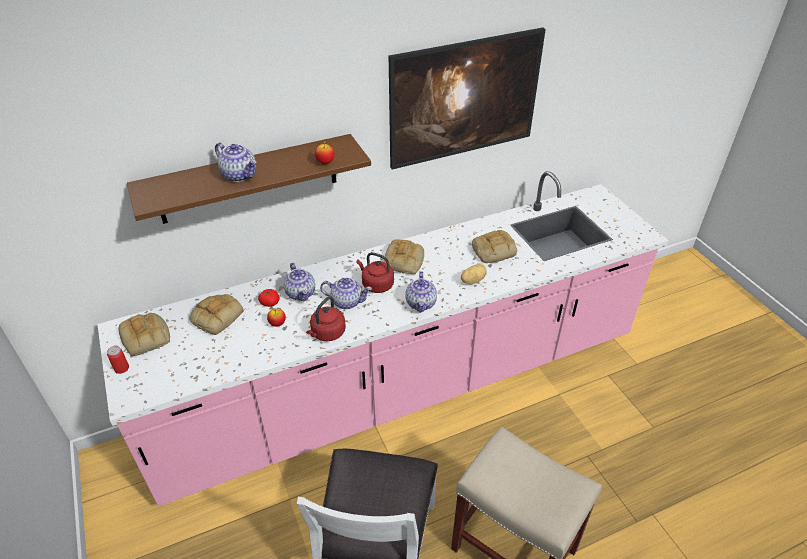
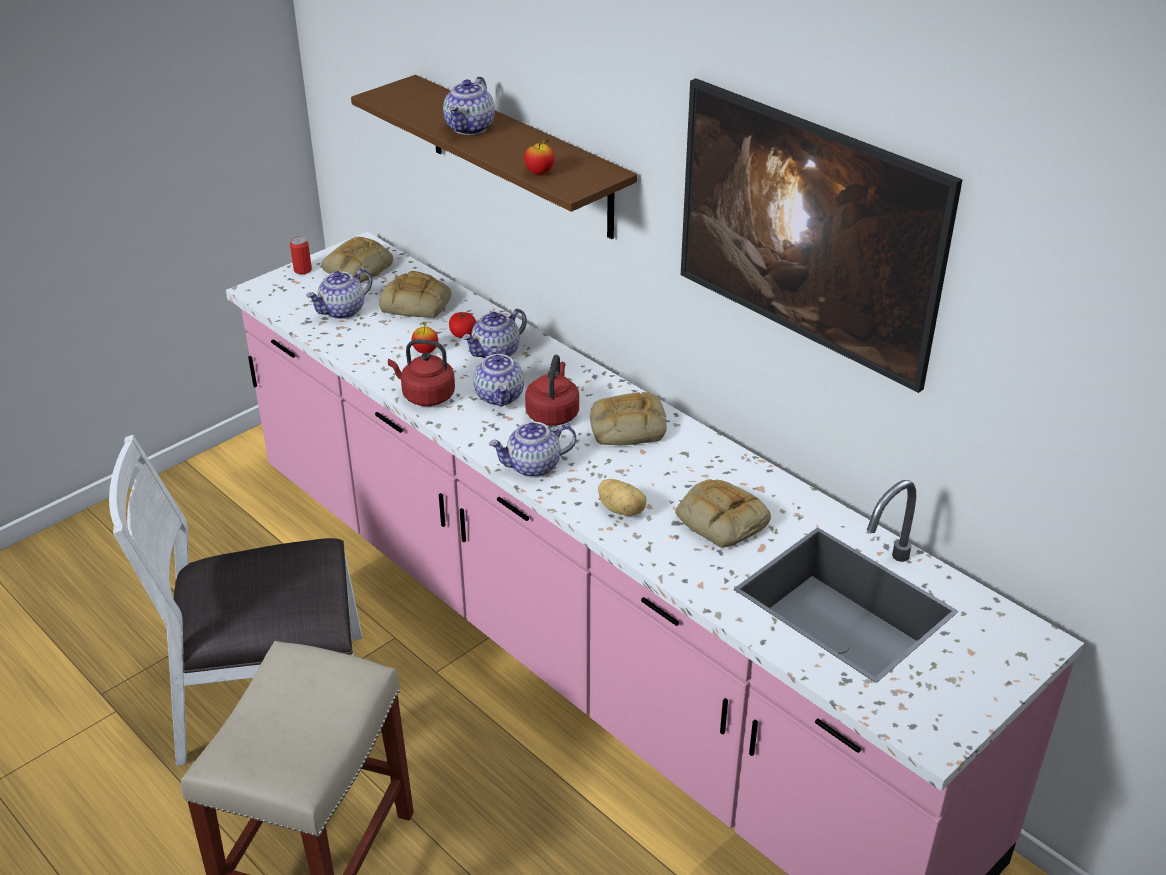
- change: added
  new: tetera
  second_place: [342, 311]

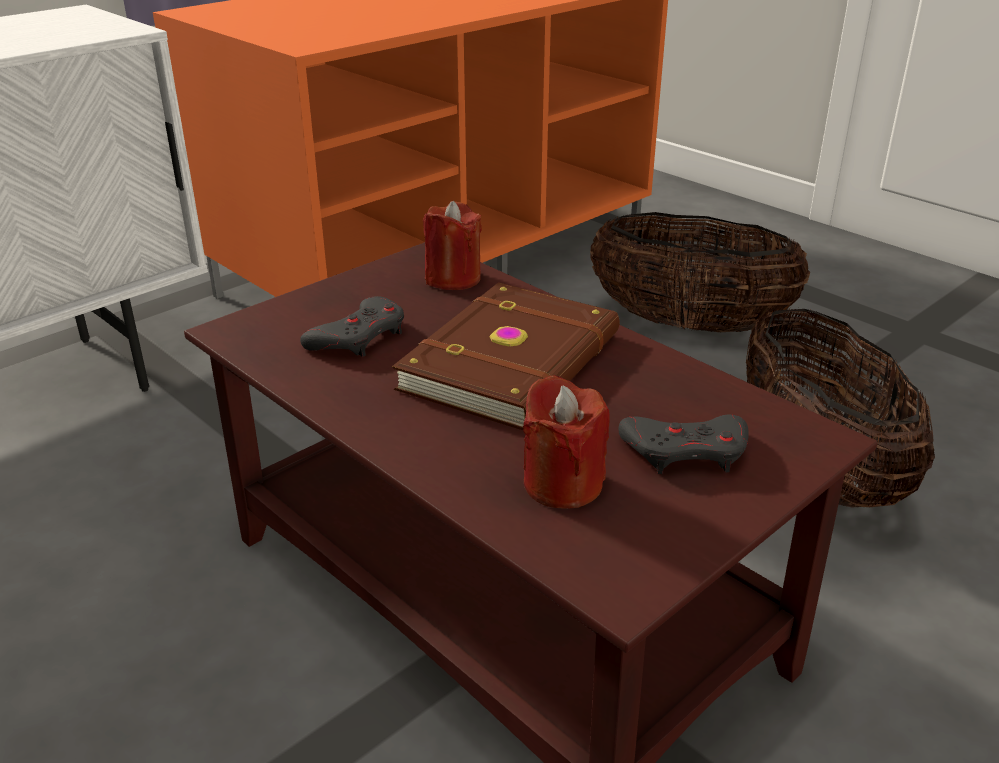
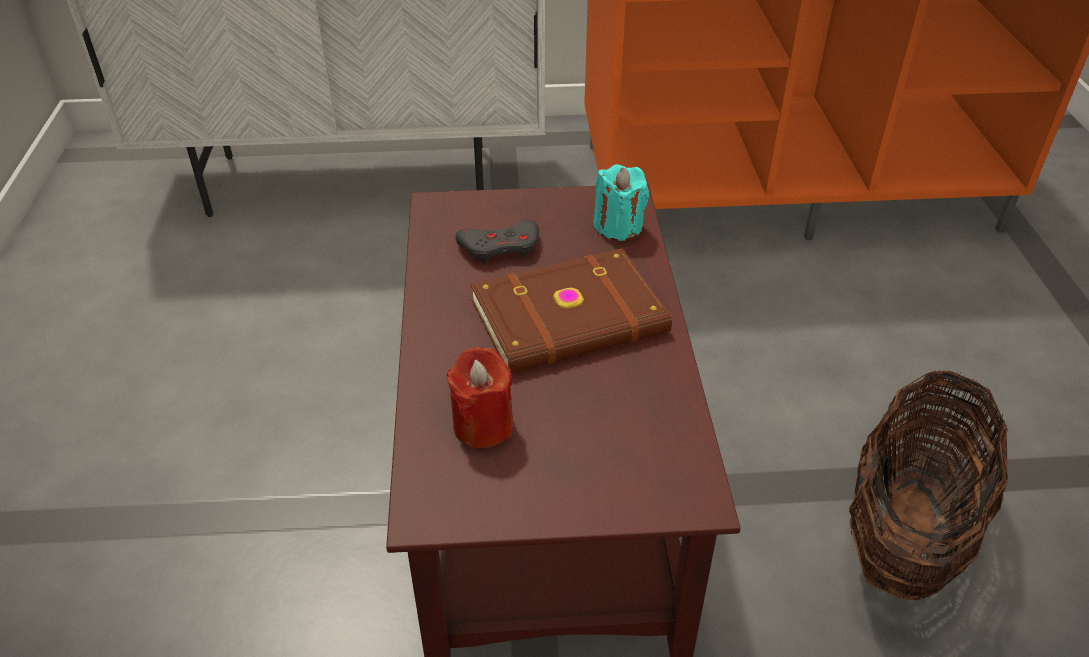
- change: recoloured
  old: vela [rojo]
  new: vela [turquesa]
  first_place: [453, 278]
  second_place: [618, 227]
- change: removed
  old: cesta
  first_place: [689, 325]
- change: removed
  old: mando de consola [gris]
  first_place: [686, 451]

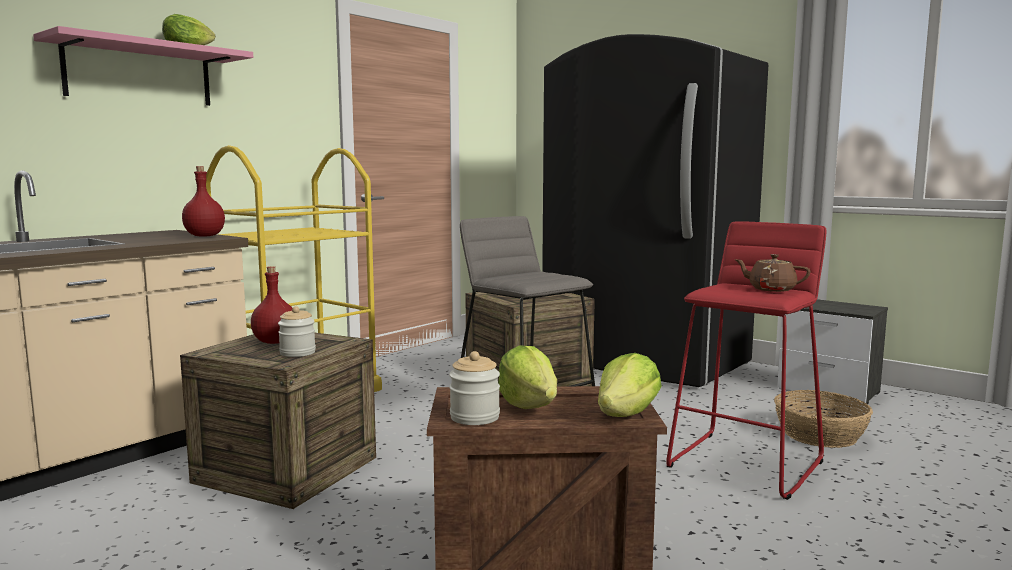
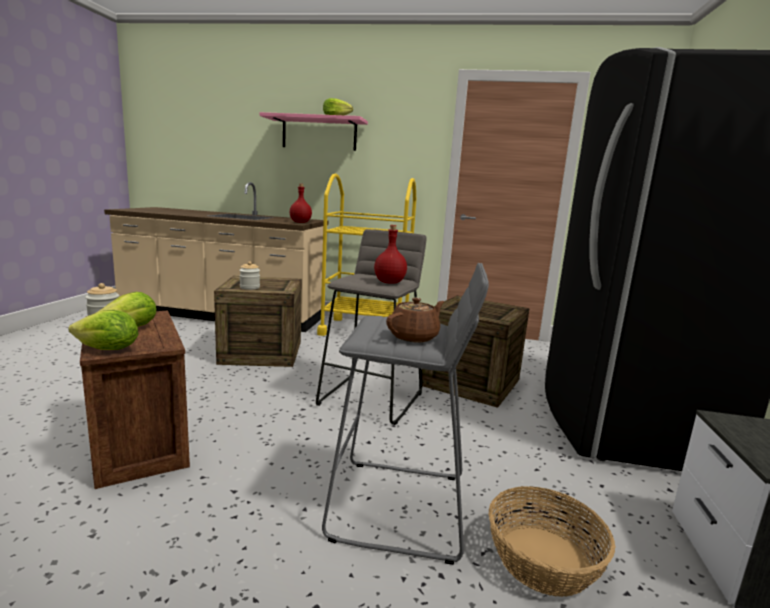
- change: recoloured
  old: taburete [rojo]
  new: taburete [gris]
  first_place: [746, 464]
  second_place: [399, 507]
- change: turned
  old: tetera [marrón]
  first_place: [771, 289]
  second_place: [414, 337]
  degrees: 45
- change: moved
  old: botella [rojo]
  first_place: [275, 342]
  second_place: [389, 282]

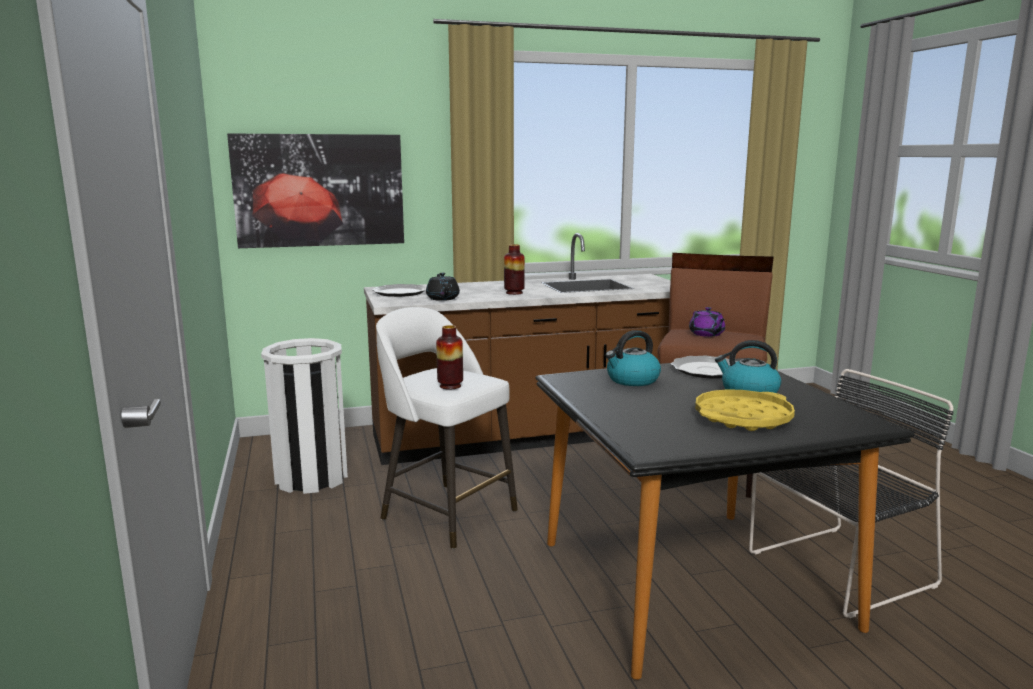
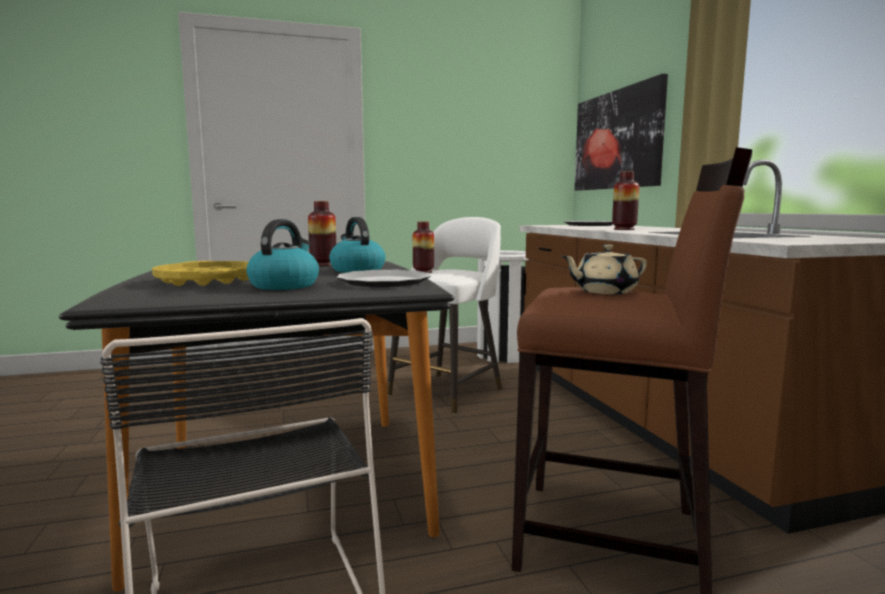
- change: removed
  old: tetera [negro]
  first_place: [442, 298]
- change: recoloured
  old: tetera [morado]
  new: tetera [beis]
  first_place: [706, 334]
  second_place: [604, 291]
- change: added
  new: florero
  second_place: [323, 265]

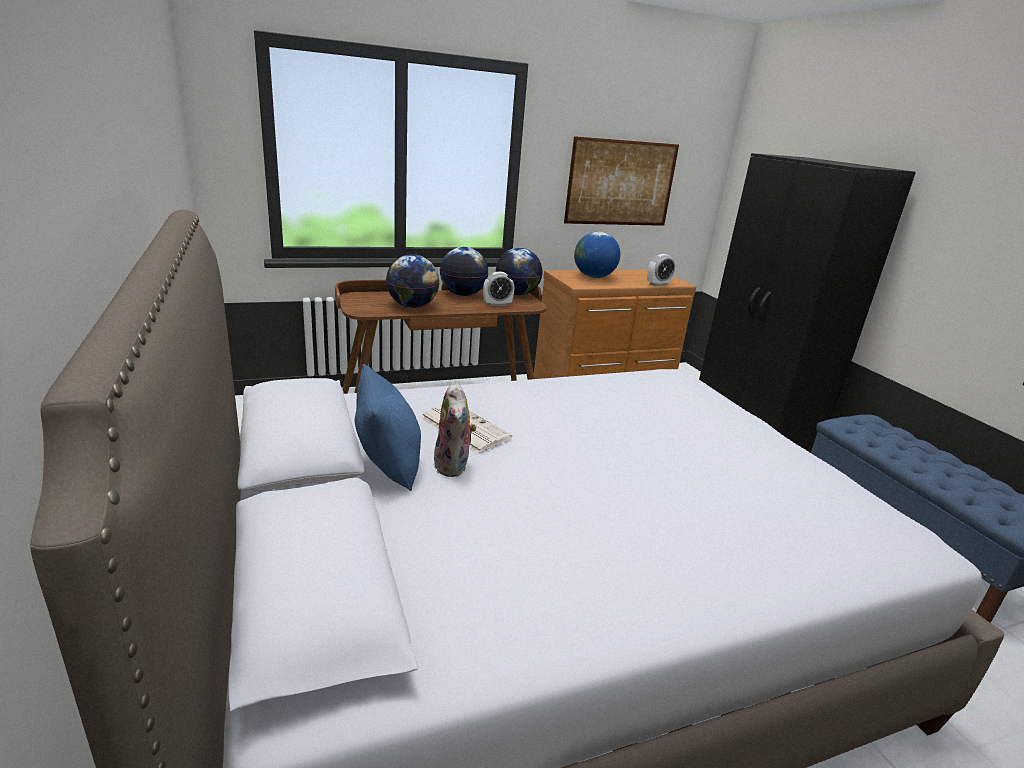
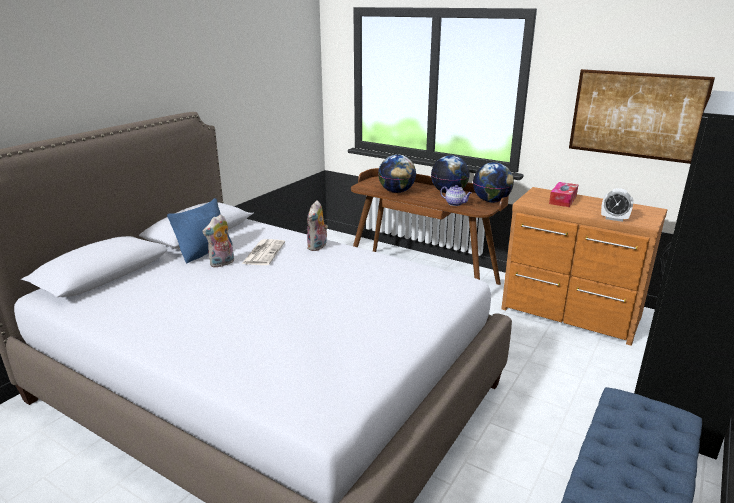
- change: replaced
  old: globo terráqueo
  new: caja de pañuelos
  first_place: [593, 277]
  second_place: [563, 200]
- change: replaced
  old: despertador
  new: tetera
  first_place: [497, 304]
  second_place: [455, 204]
- change: added
  new: peluche
  second_place: [318, 247]

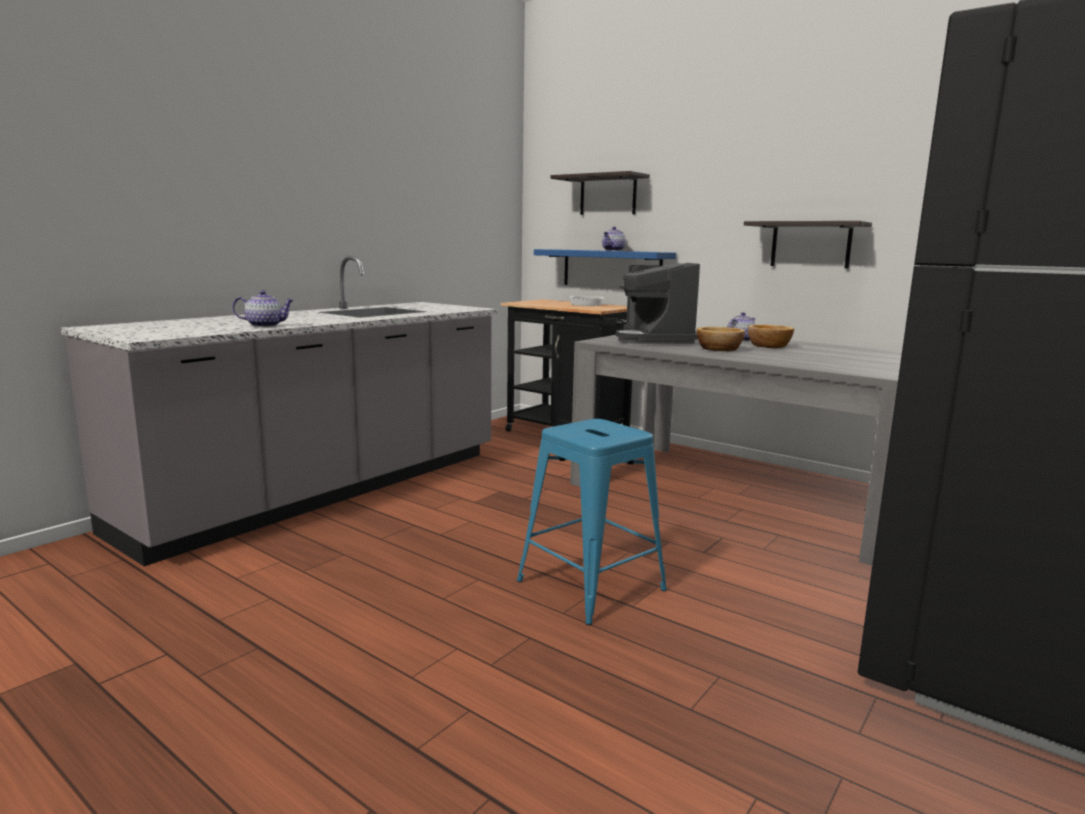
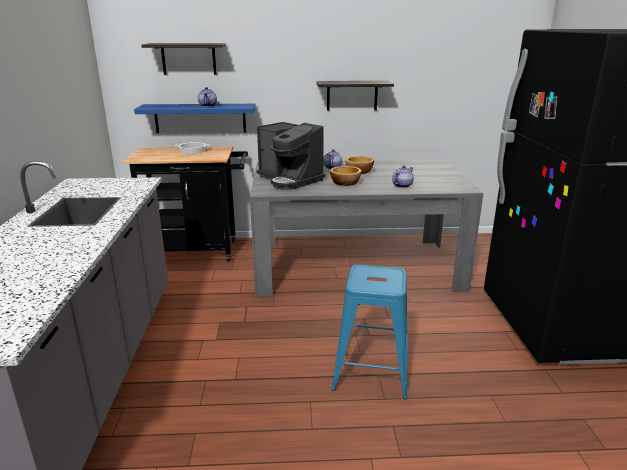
- change: moved
  old: tetera
  first_place: [265, 325]
  second_place: [401, 185]

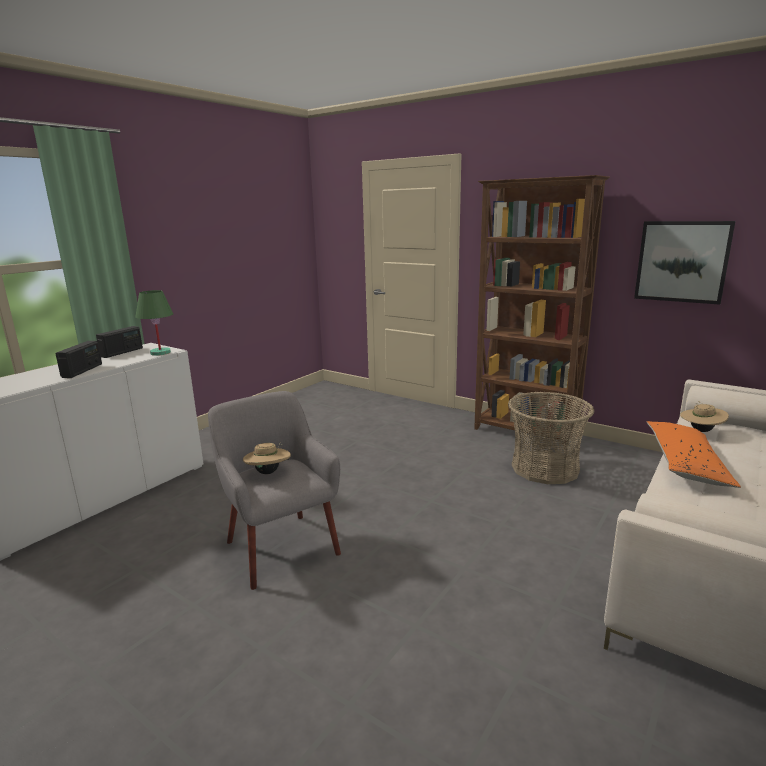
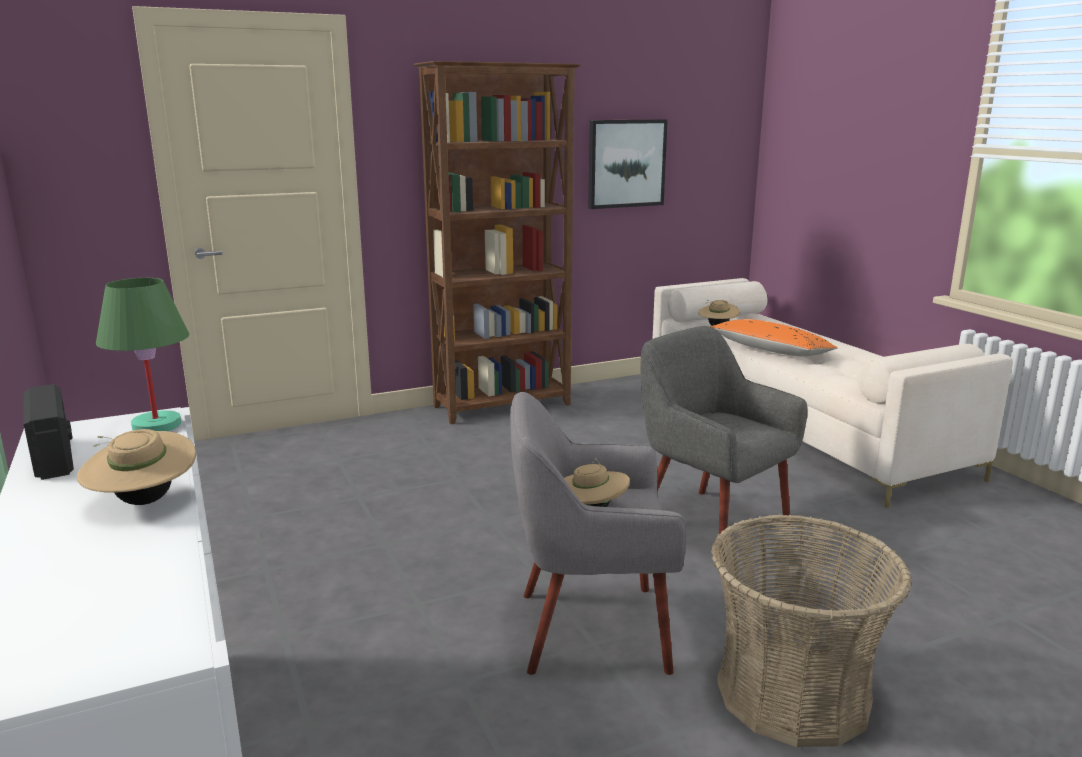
- change: replaced
  old: radio
  new: sombrero [beis]
  first_place: [82, 371]
  second_place: [143, 501]
- change: moved
  old: cesta
  first_place: [545, 468]
  second_place: [792, 693]
- change: added
  new: sillón [gris]
  second_place: [711, 524]

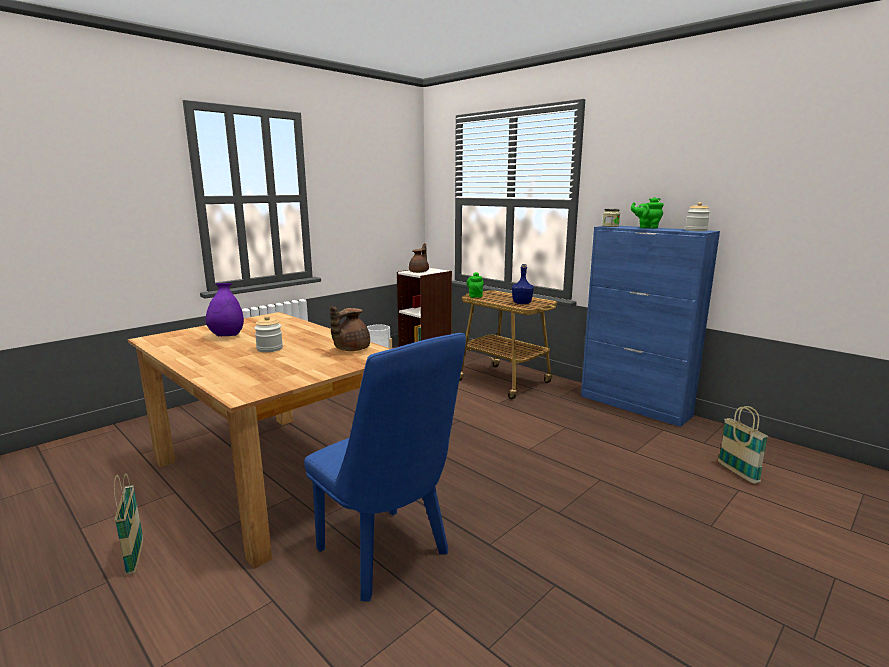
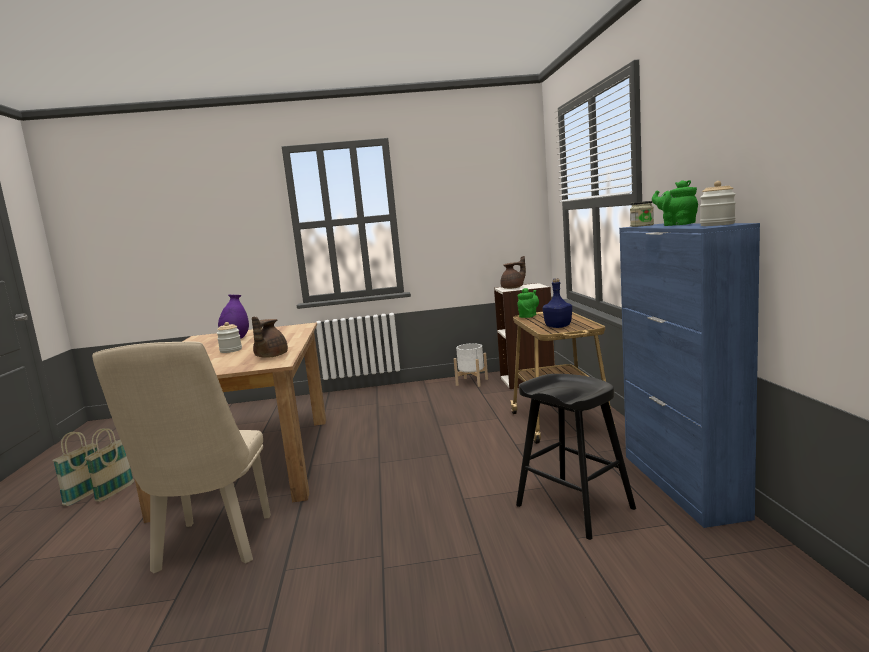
- change: turned
  old: tetera [marrón]
  first_place: [350, 349]
  second_place: [270, 356]
  degrees: -60
- change: recoloured
  old: silla [azul]
  new: silla [beis]
  first_place: [389, 557]
  second_place: [212, 548]
- change: moved
  old: cesta
  first_place: [737, 472]
  second_place: [85, 496]
- change: added
  new: taburete [negro]
  second_place: [574, 507]

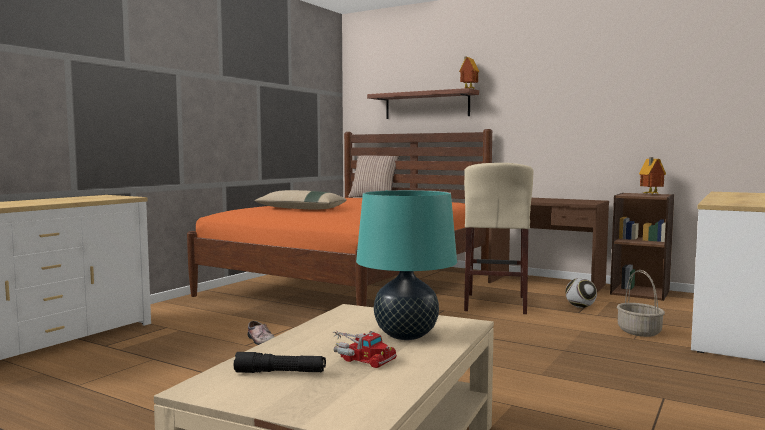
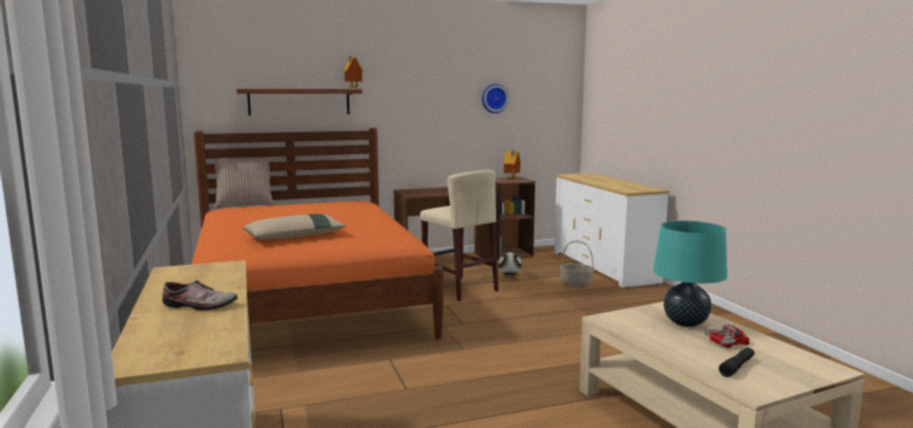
- change: moved
  old: zapato
  first_place: [260, 341]
  second_place: [199, 306]
- change: added
  new: reloj de pared
  second_place: [494, 98]

